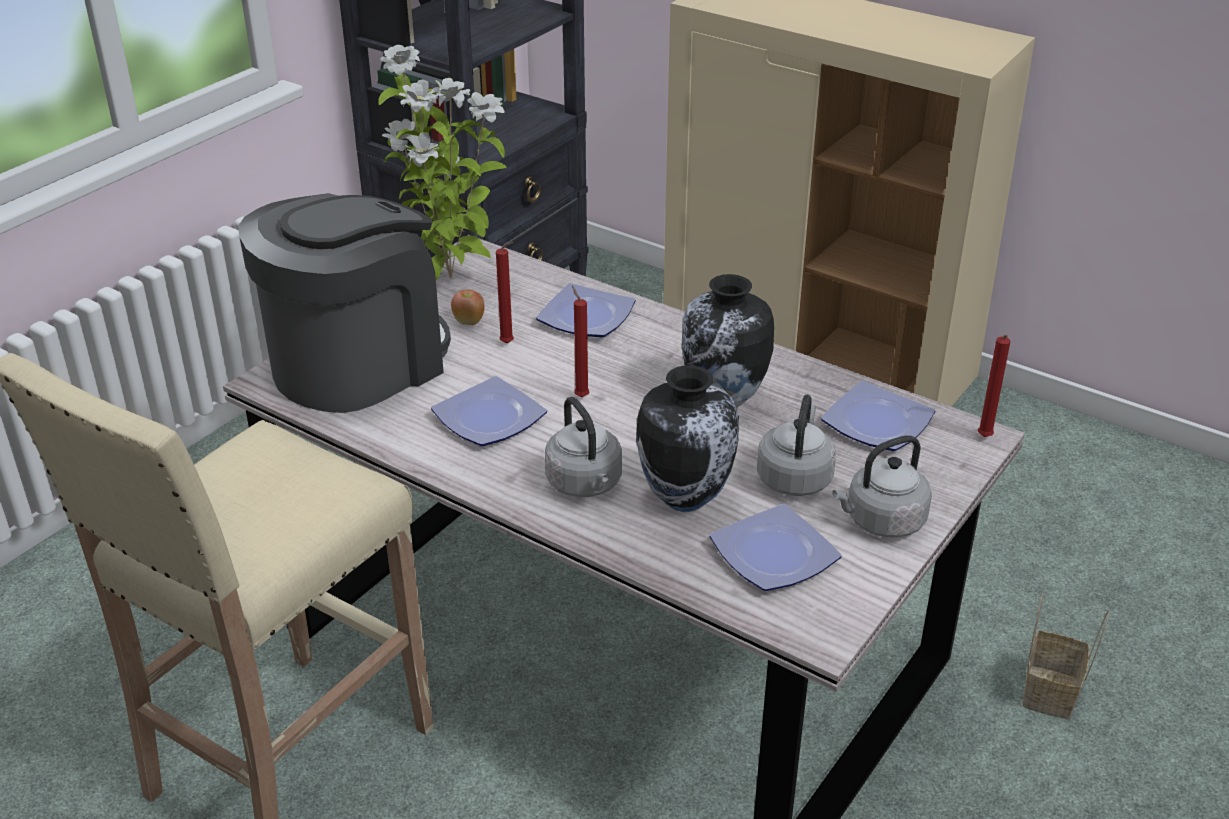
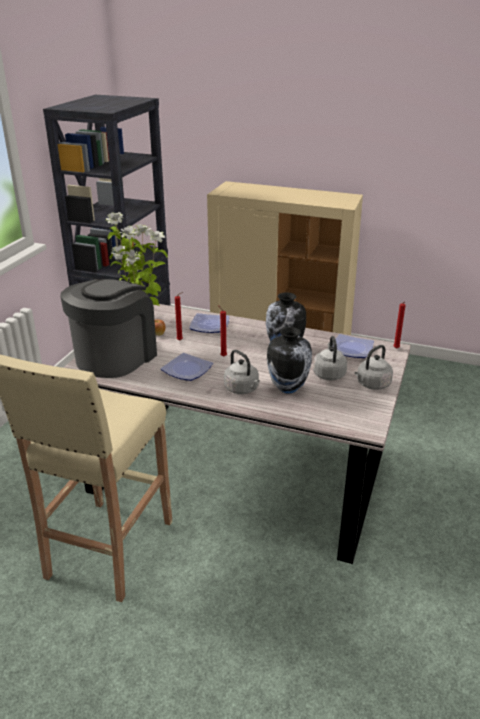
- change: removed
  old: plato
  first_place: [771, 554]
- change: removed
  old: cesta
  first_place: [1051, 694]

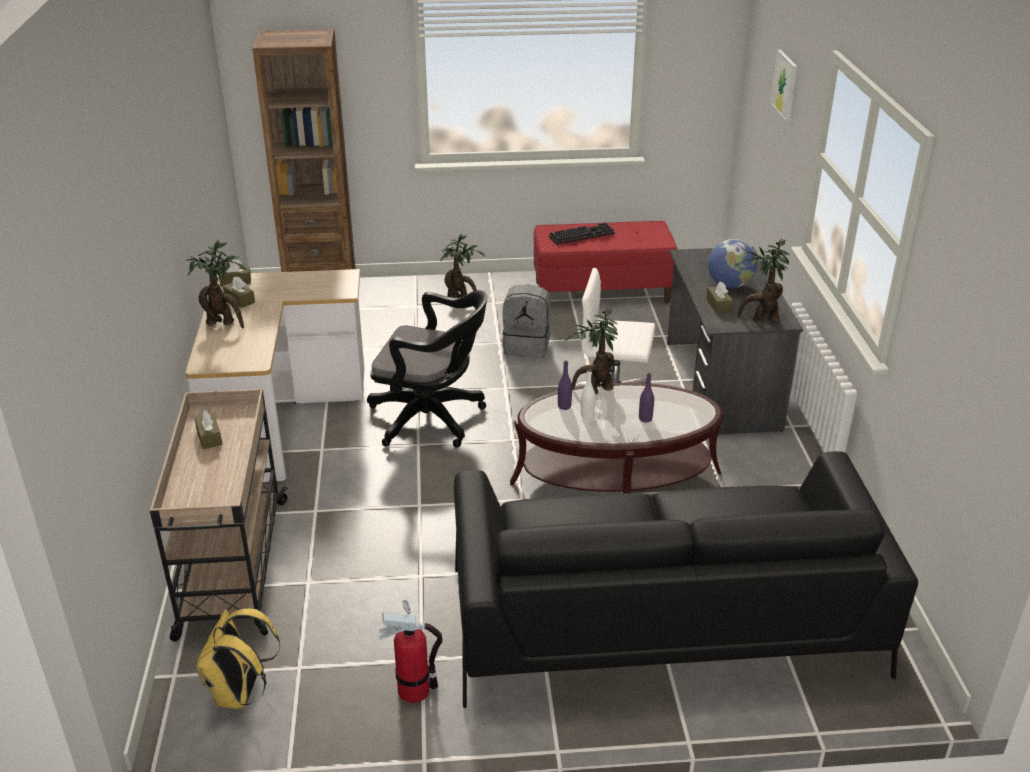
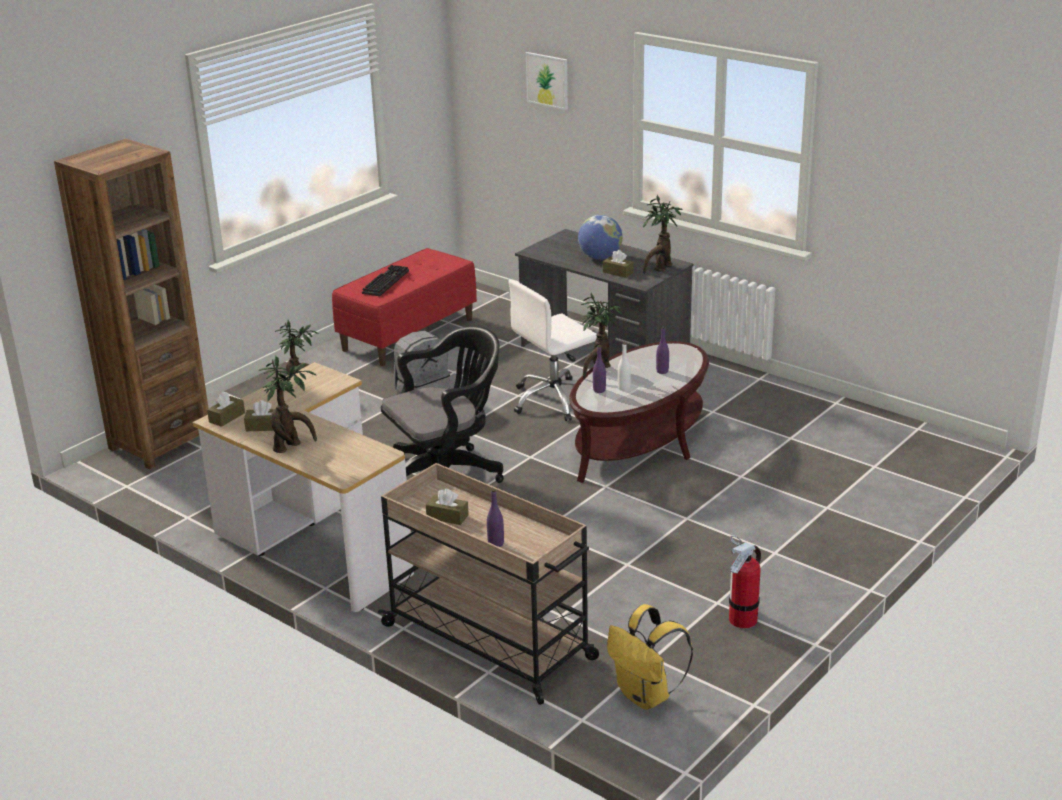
- change: removed
  old: sofá [negro]
  first_place: [662, 620]
- change: added
  new: botella [morado]
  second_place: [496, 544]

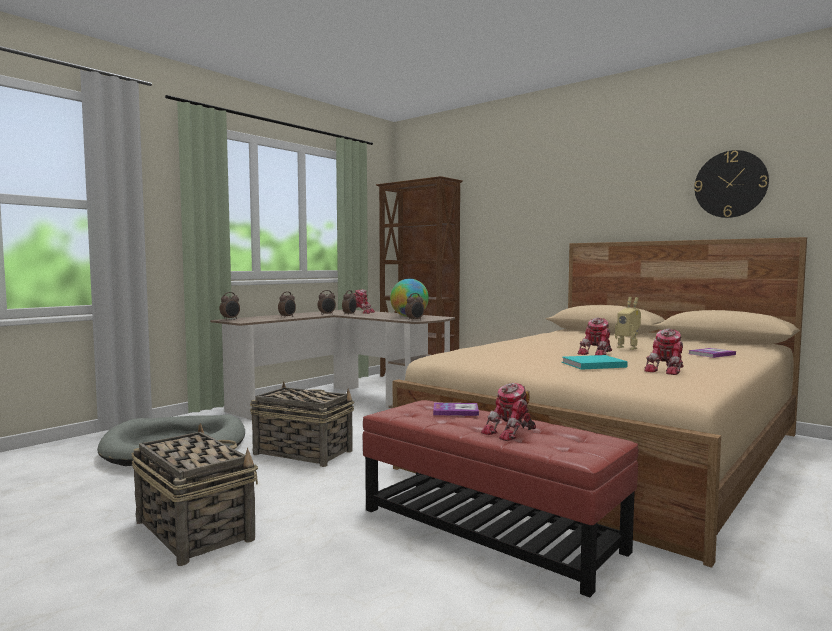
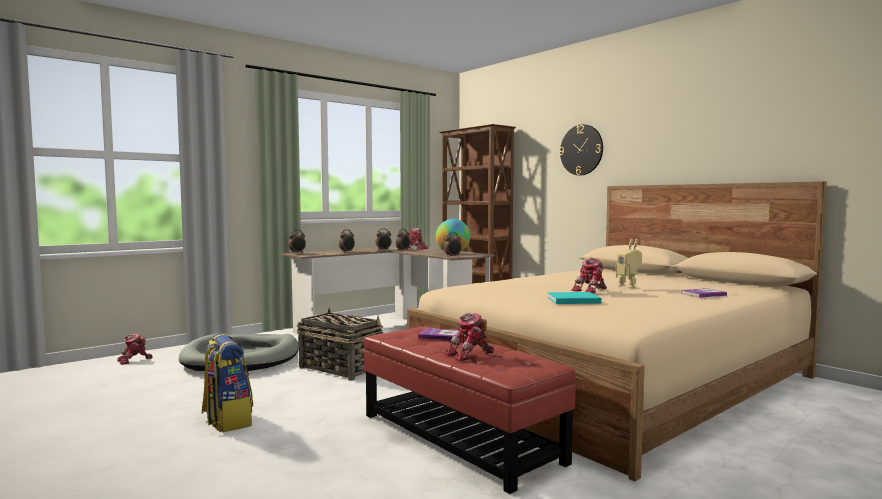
- change: moved
  old: reloj de pared
  first_place: [730, 184]
  second_place: [581, 150]
- change: moved
  old: robot de juguete
  first_place: [668, 370]
  second_place: [134, 360]
- change: replaced
  old: cesta
  new: mochila
  first_place: [193, 530]
  second_place: [227, 421]

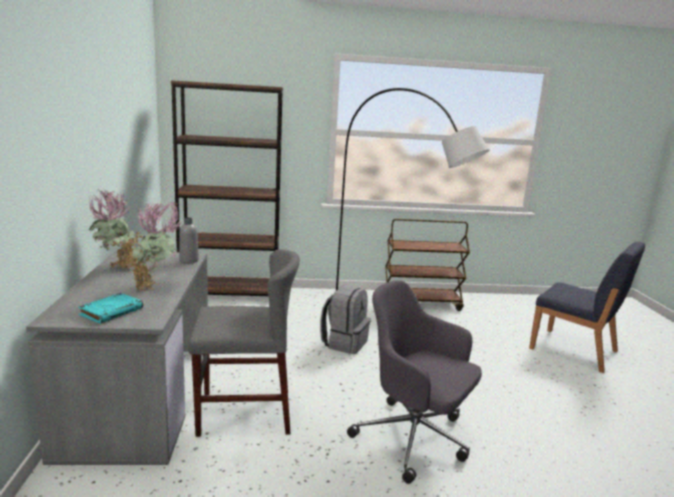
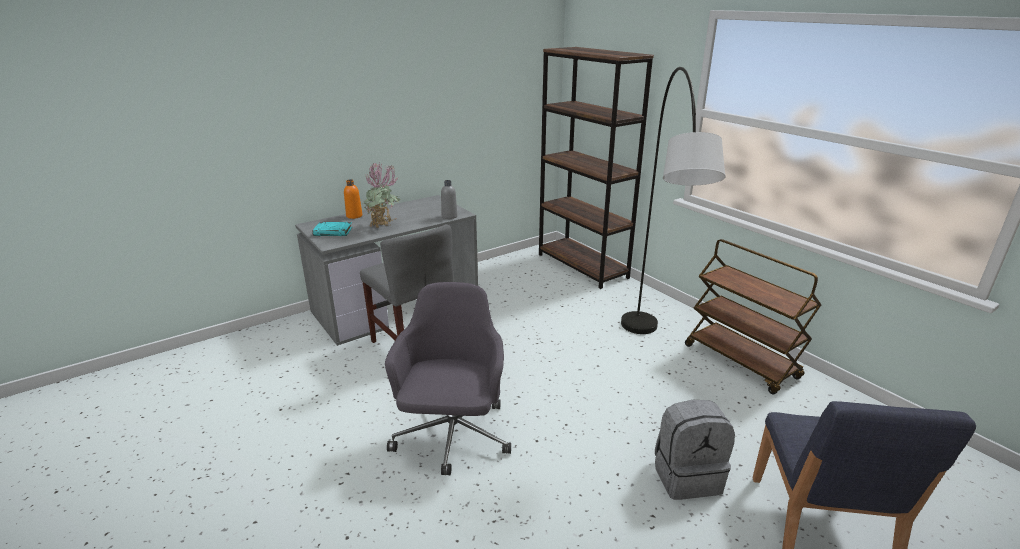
- change: removed
  old: planta en maceta
  first_place: [118, 269]
- change: moved
  old: mochila [gris]
  first_place: [344, 343]
  second_place: [686, 476]
- change: added
  new: botella [naranja]
  second_place: [354, 216]

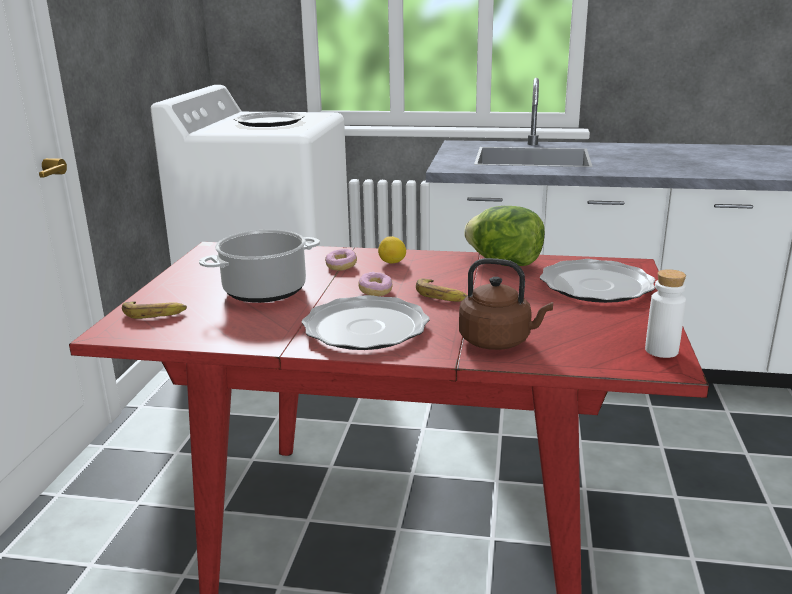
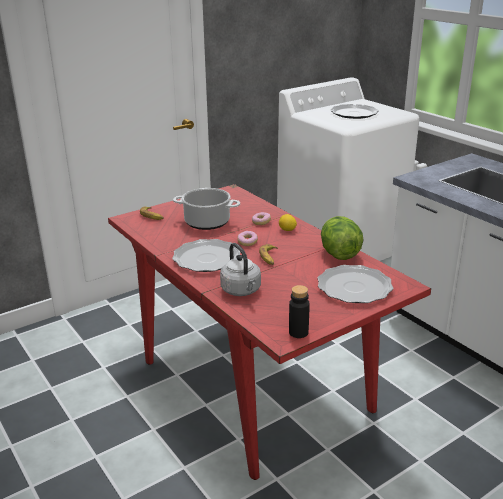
- change: recoloured
  old: hervidor [marrón]
  new: hervidor [gris]
  first_place: [498, 341]
  second_place: [242, 291]
- change: recoloured
  old: botella [blanco]
  new: botella [negro]
  first_place: [661, 350]
  second_place: [298, 332]

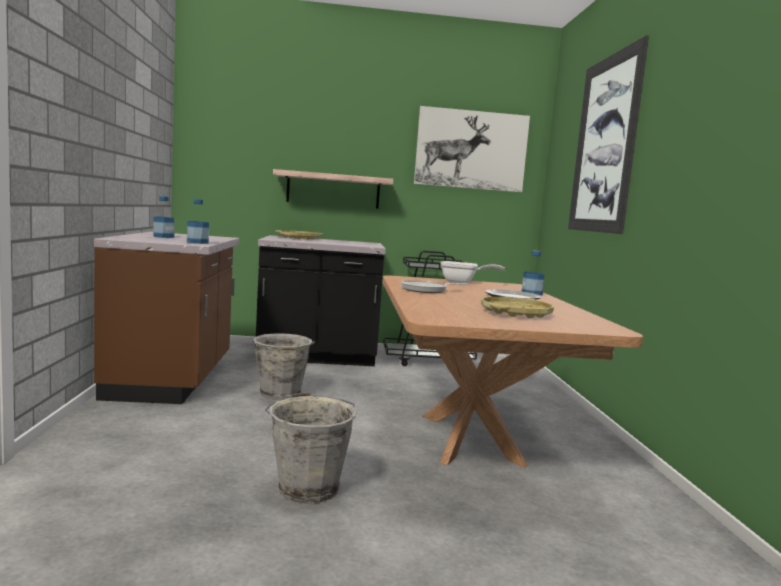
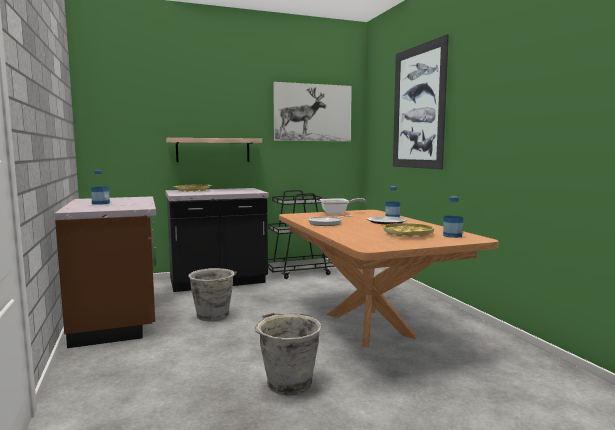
- change: moved
  old: botella
  first_place: [198, 242]
  second_place: [452, 235]

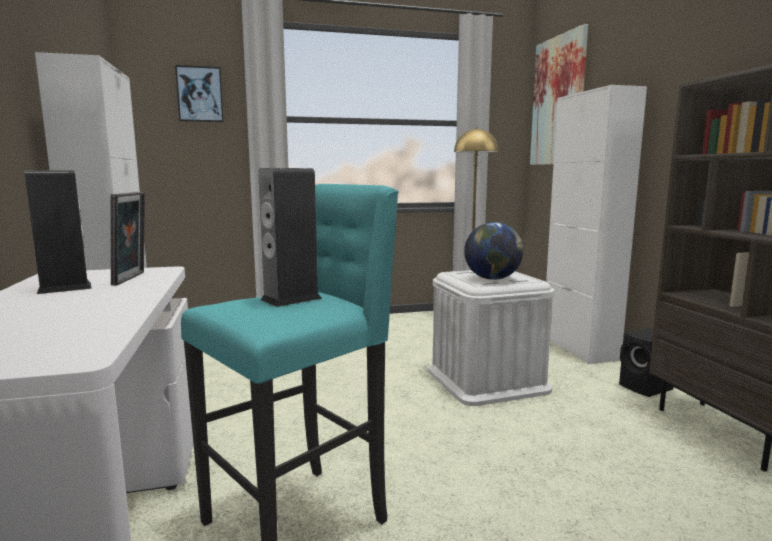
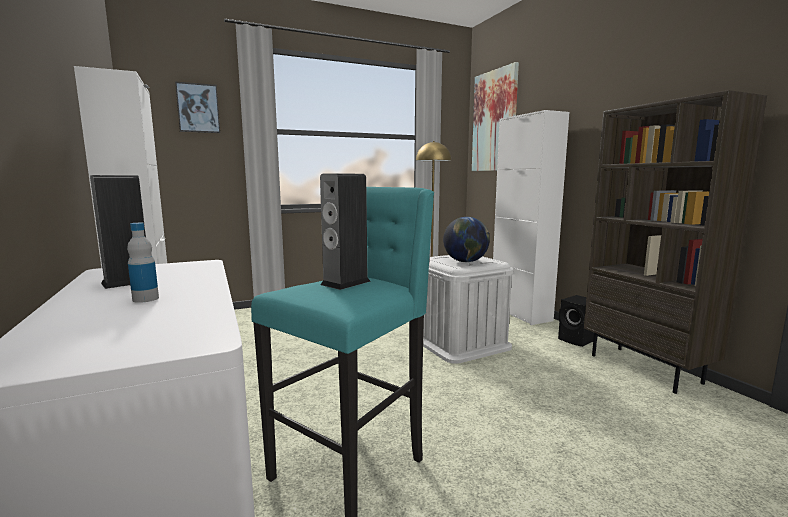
- change: removed
  old: portarretratos
  first_place: [132, 278]
- change: added
  new: botella
  second_place: [145, 299]

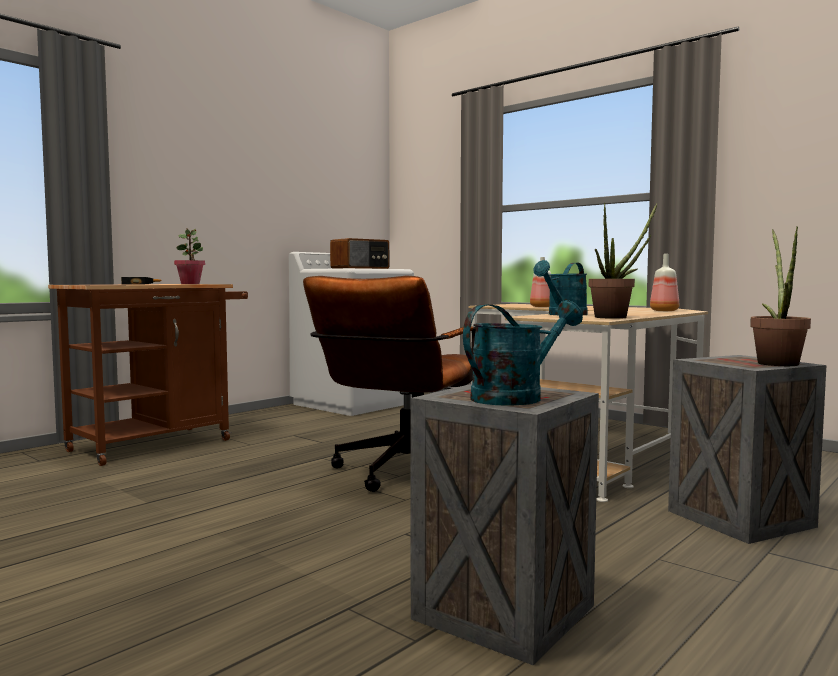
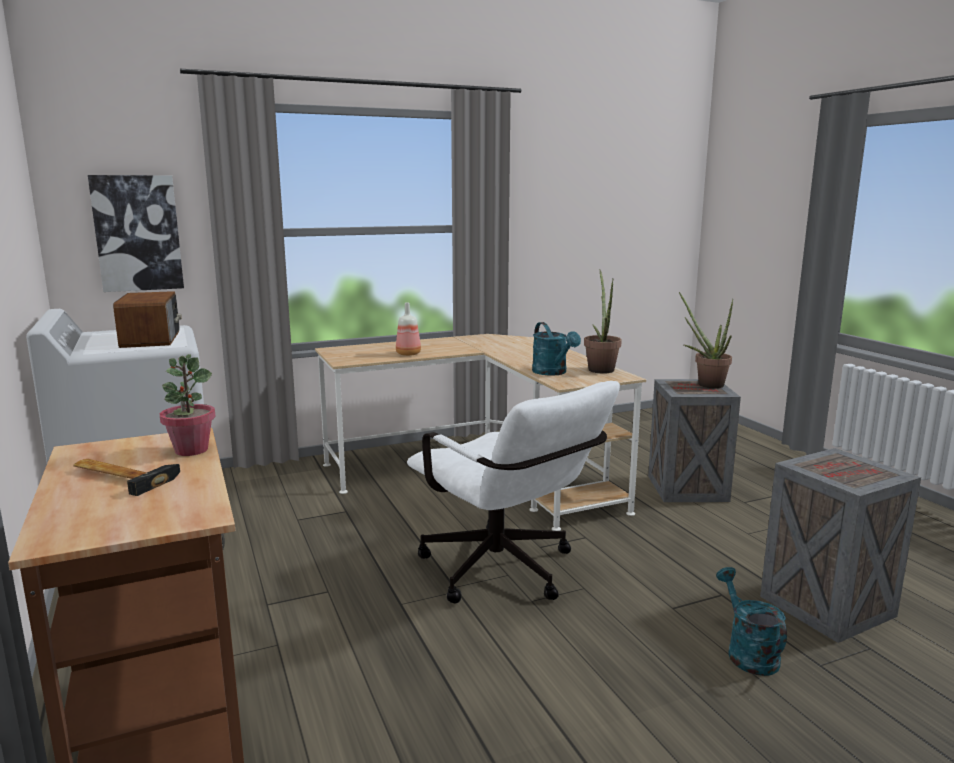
- change: removed
  old: botella
  first_place: [665, 311]
- change: recoloured
  old: silla de oficina [marrón]
  new: silla de oficina [blanco]
  first_place: [400, 475]
  second_place: [506, 574]
- change: moved
  old: regadera [turquesa]
  first_place: [516, 397]
  second_place: [747, 652]
- change: added
  new: cuadro
  second_place: [137, 233]

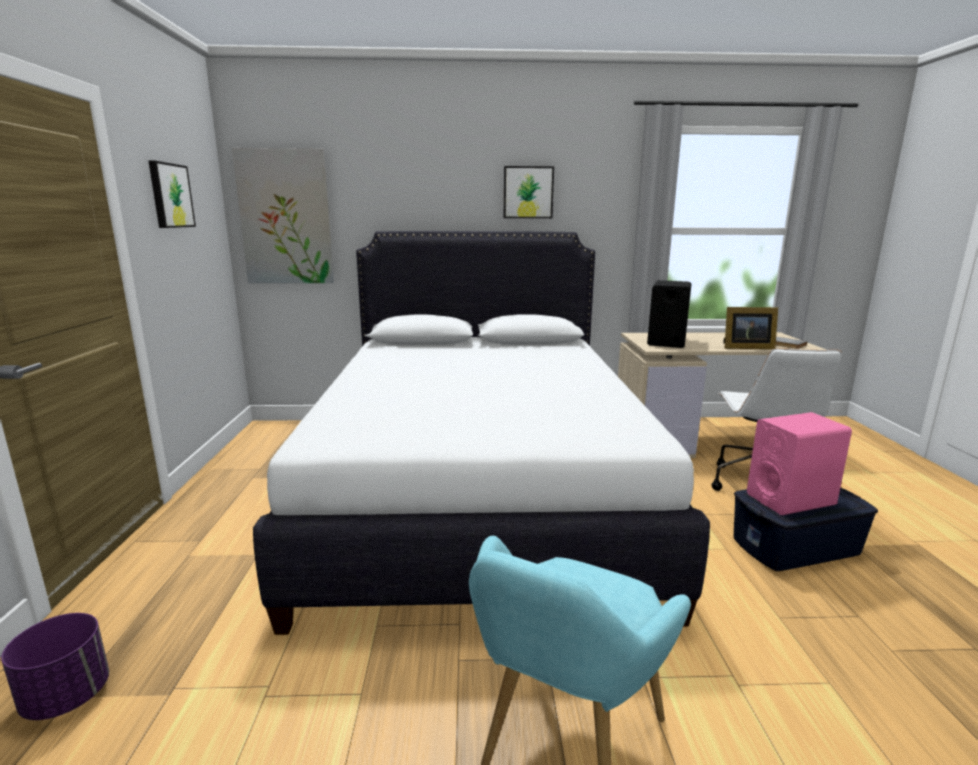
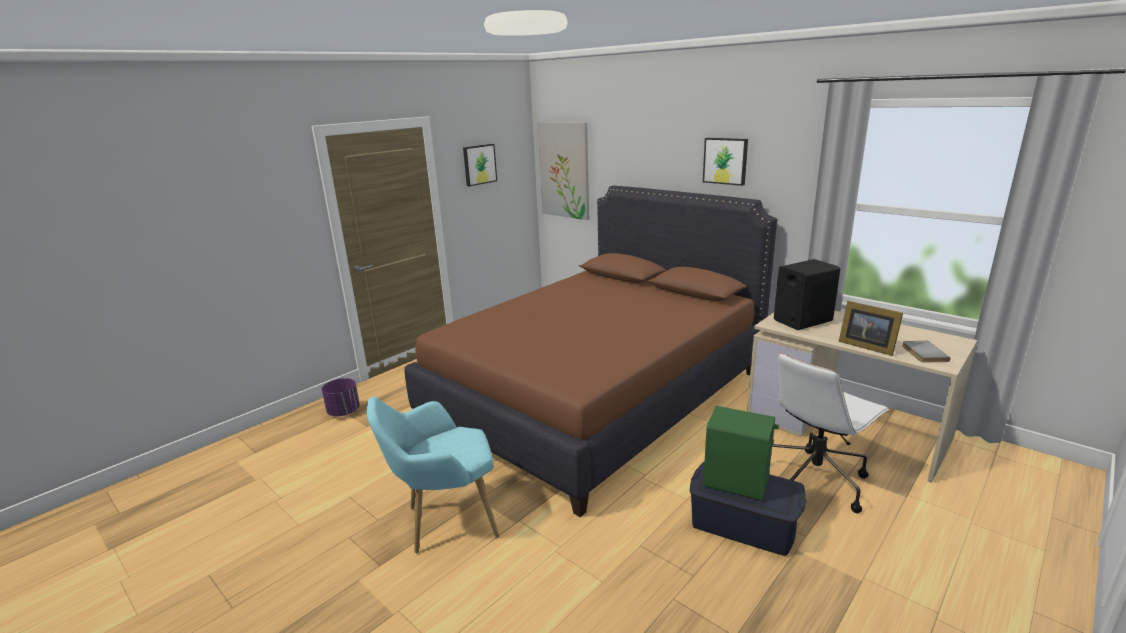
- change: recoloured
  old: cama [blanco]
  new: cama [marrón]
  first_place: [478, 491]
  second_place: [596, 396]
- change: recoloured
  old: altavoz [rosa]
  new: altavoz [verde]
  first_place: [790, 499]
  second_place: [736, 482]

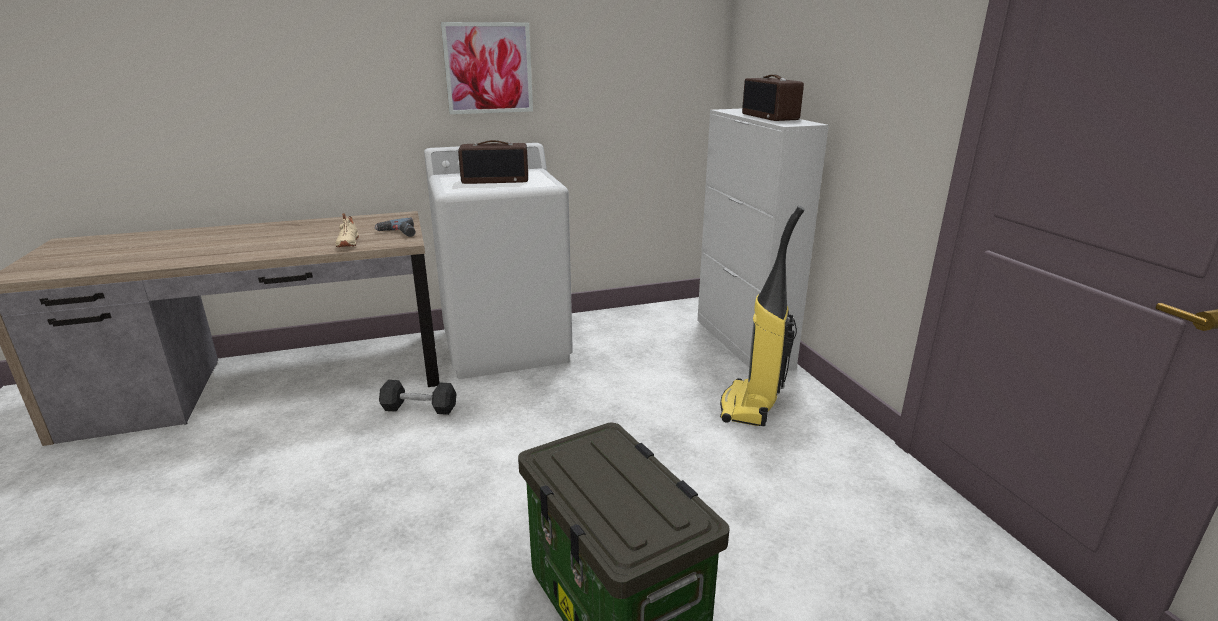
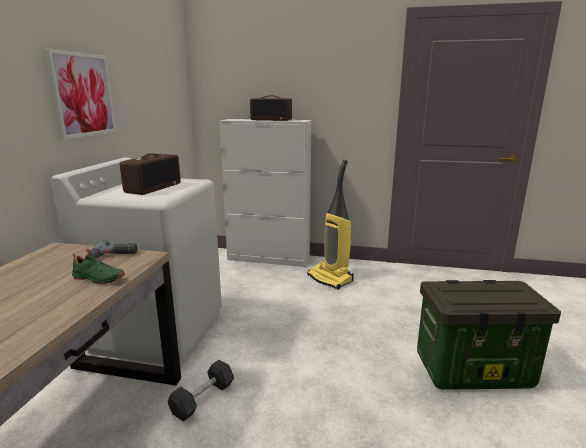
- change: recoloured
  old: zapato [beis]
  new: zapato [verde]
  first_place: [347, 243]
  second_place: [97, 279]

